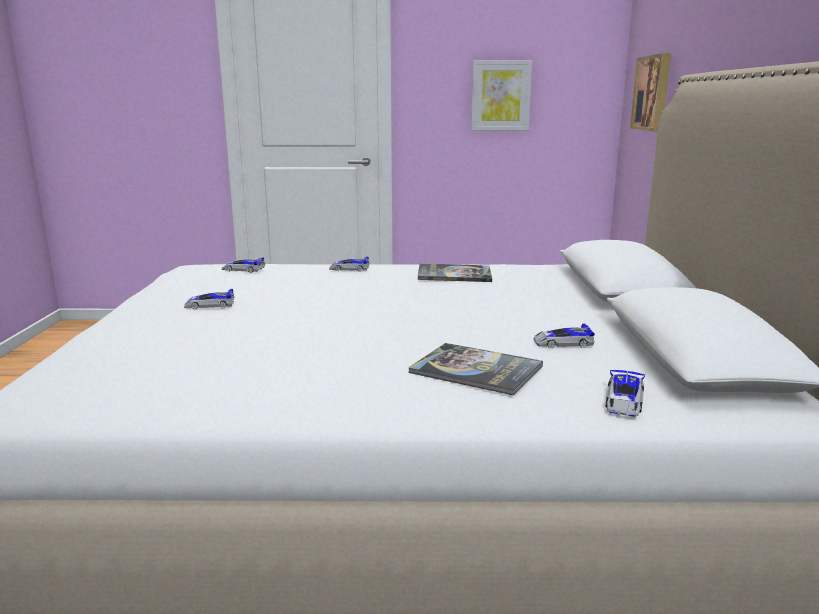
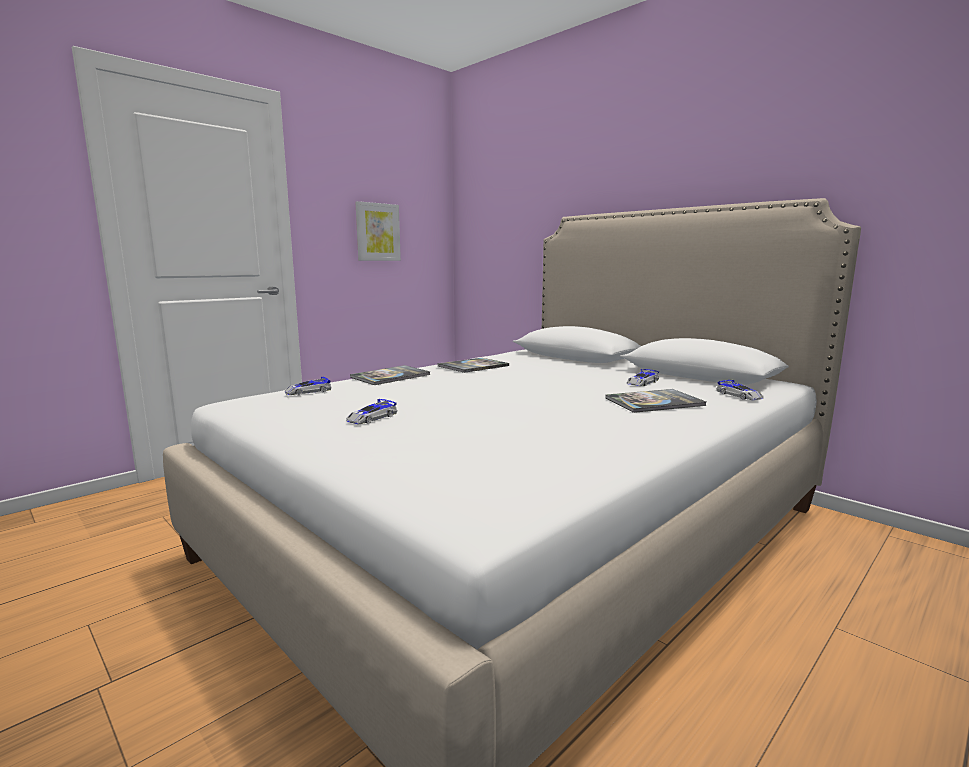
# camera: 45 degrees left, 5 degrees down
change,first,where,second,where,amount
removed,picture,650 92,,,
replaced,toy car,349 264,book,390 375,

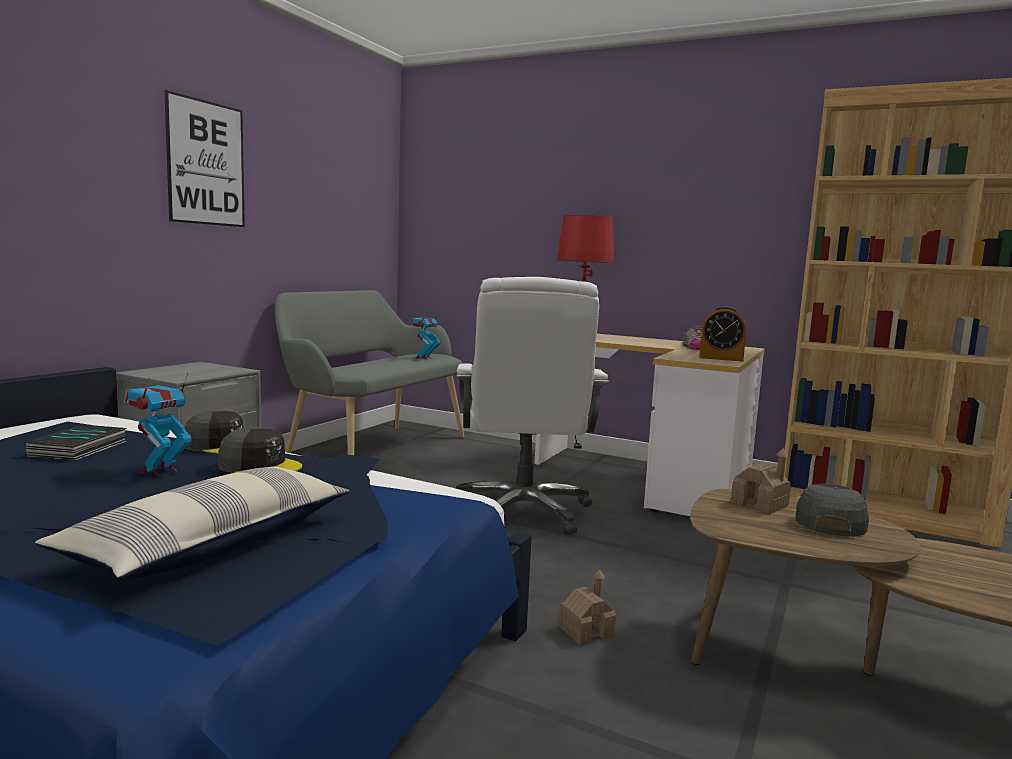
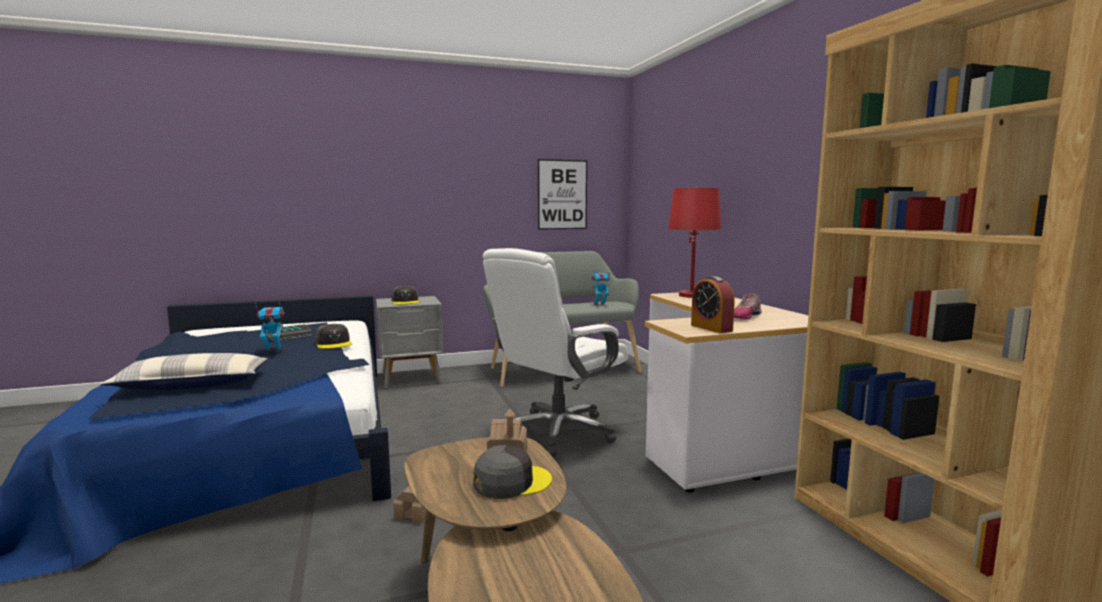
# camera: 45 degrees right, 0 degrees up
change,first,where,second,where,amount
moved,picture,204 158,,562 194,
moved,grey cap,260 450,,405 295,

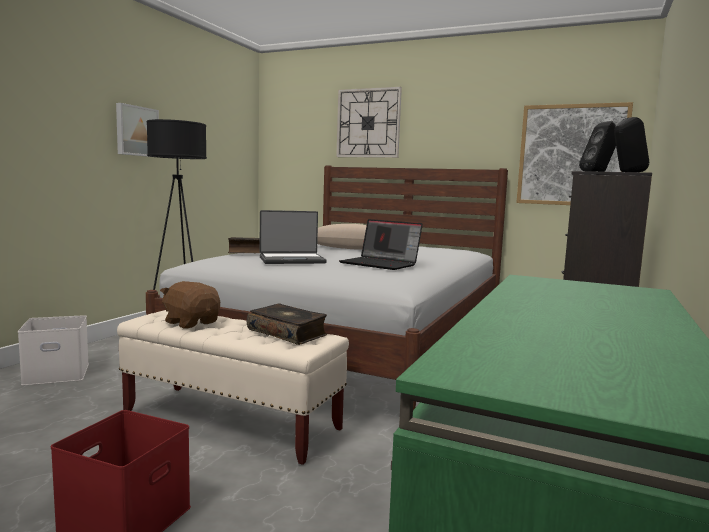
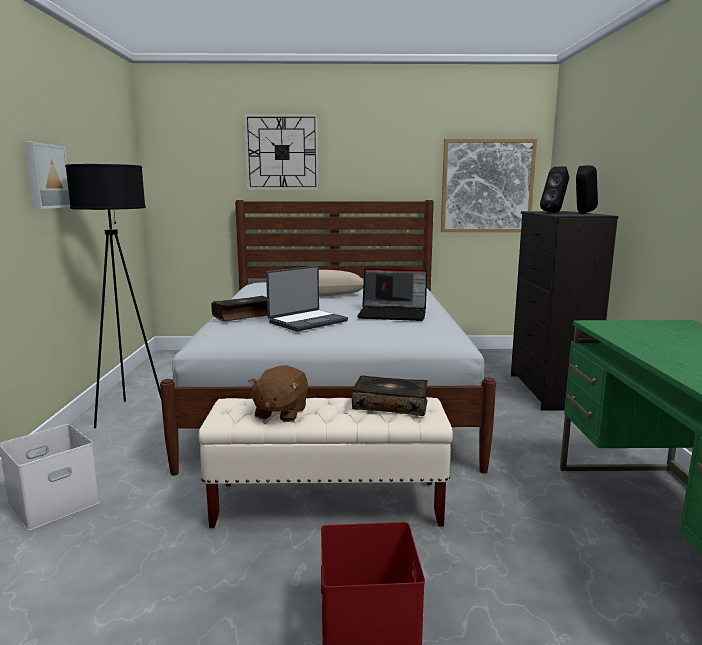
# camera: 25 degrees left, 5 degrees up
change,first,where,second,where,amount
turned,brown plush toy,190 304,,278 393,90 degrees counterclockwise

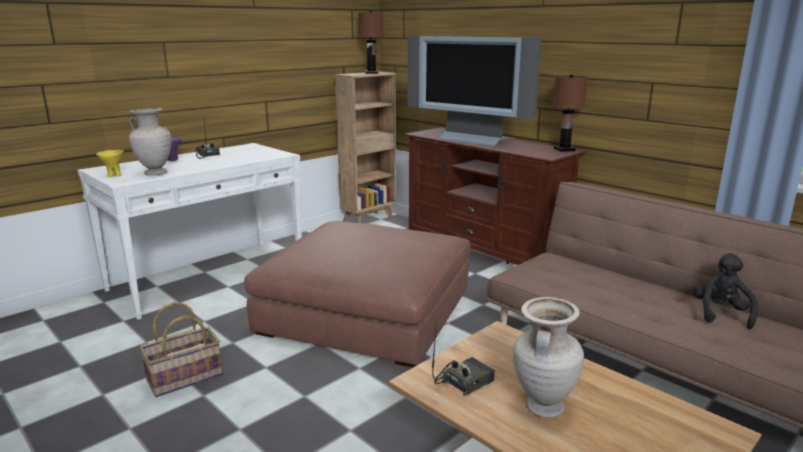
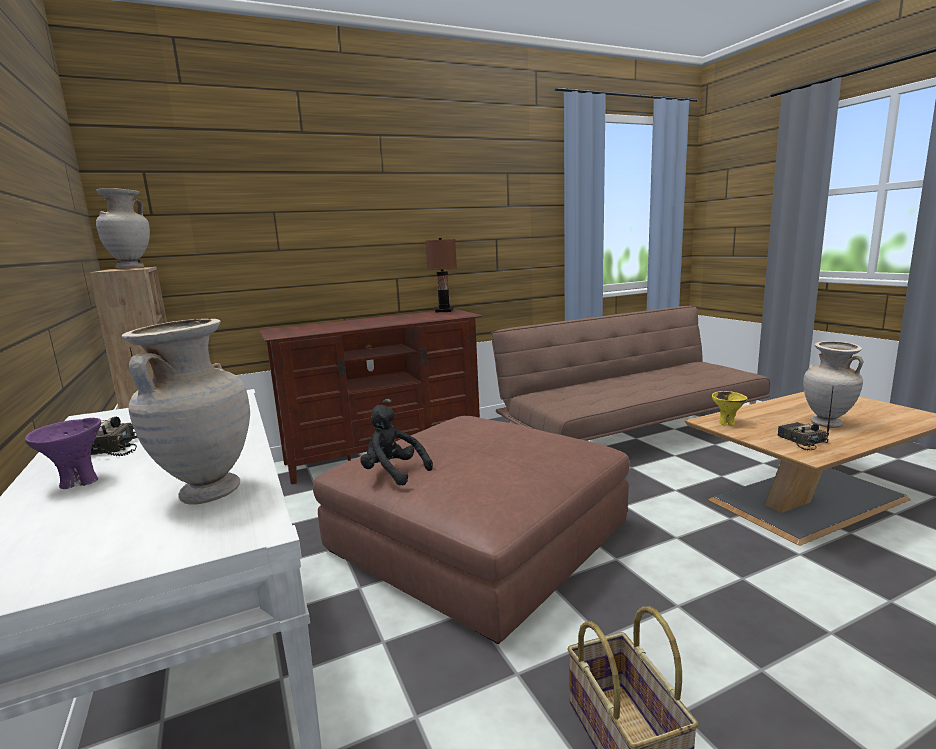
# camera: 70 degrees left, 5 degrees down
change,first,where,second,where,amount
removed,television,475 91,,,
moved,yellow bowl,110 163,,729 408,
moved,black plush toy,725 291,,396 445,
replaced,brown table lamp,370 42,beige vase,123 228,

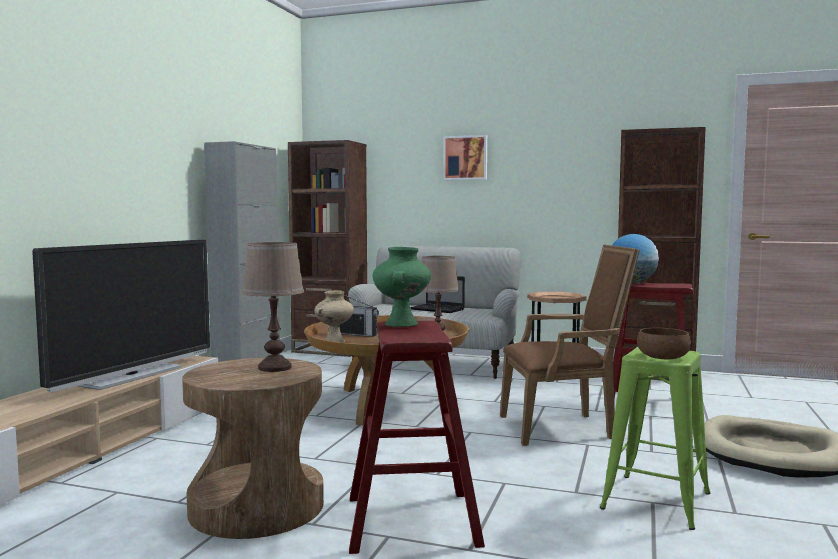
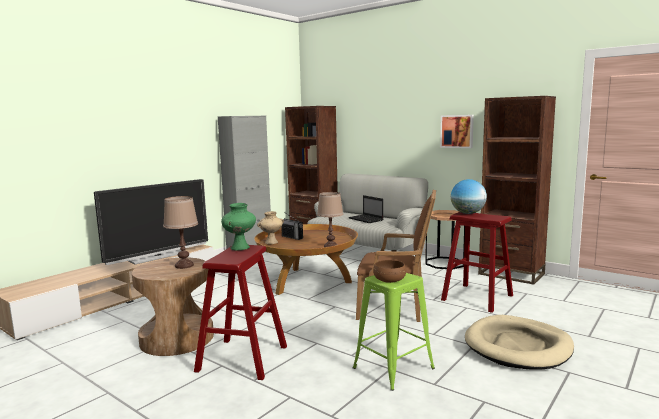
# camera: 20 degrees right, 5 degrees up
change,first,where,second,where,amount
moved,picture,465 157,,457 131,

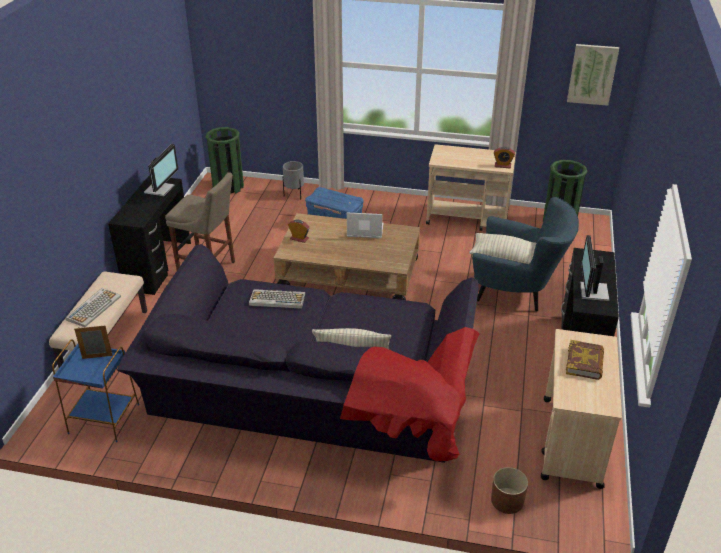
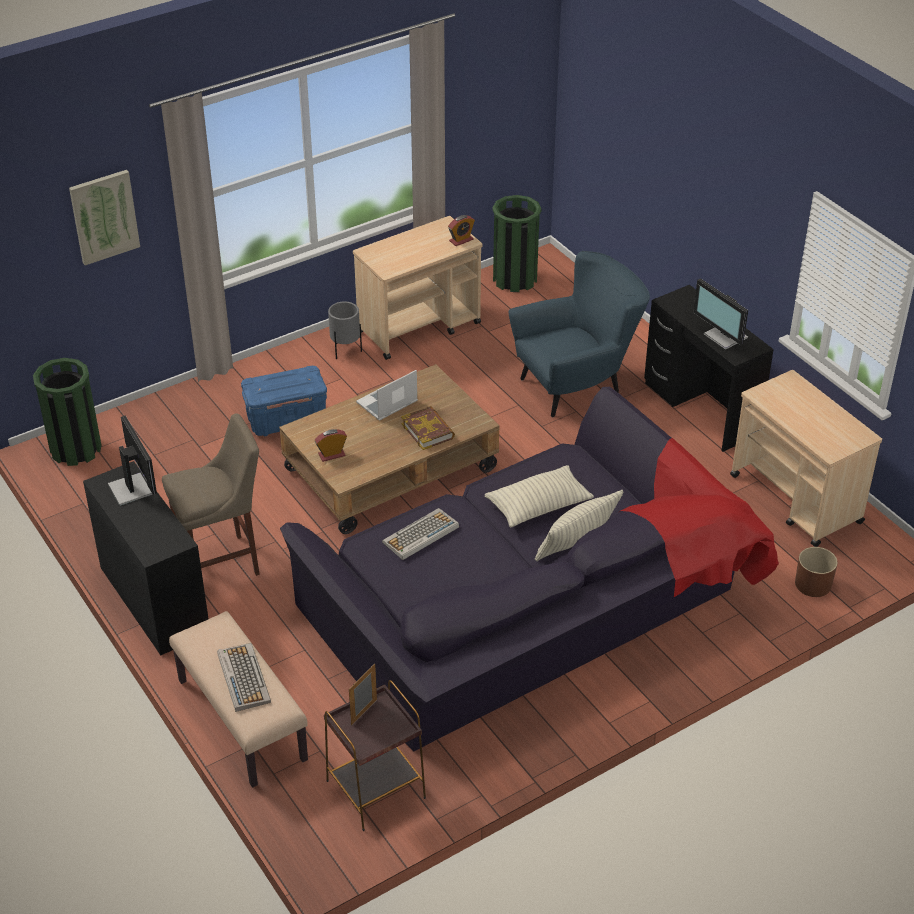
# camera: 45 degrees left, 5 degrees up
change,first,where,second,where,amount
moved,grey planter,293 180,,345 330,
moved,pillow,502 248,,539 496,
moved,book,585 360,,428 428,
moved,picture,593 75,,104 217,
recoloured,blue side table,95 391,brown side table,375 755,

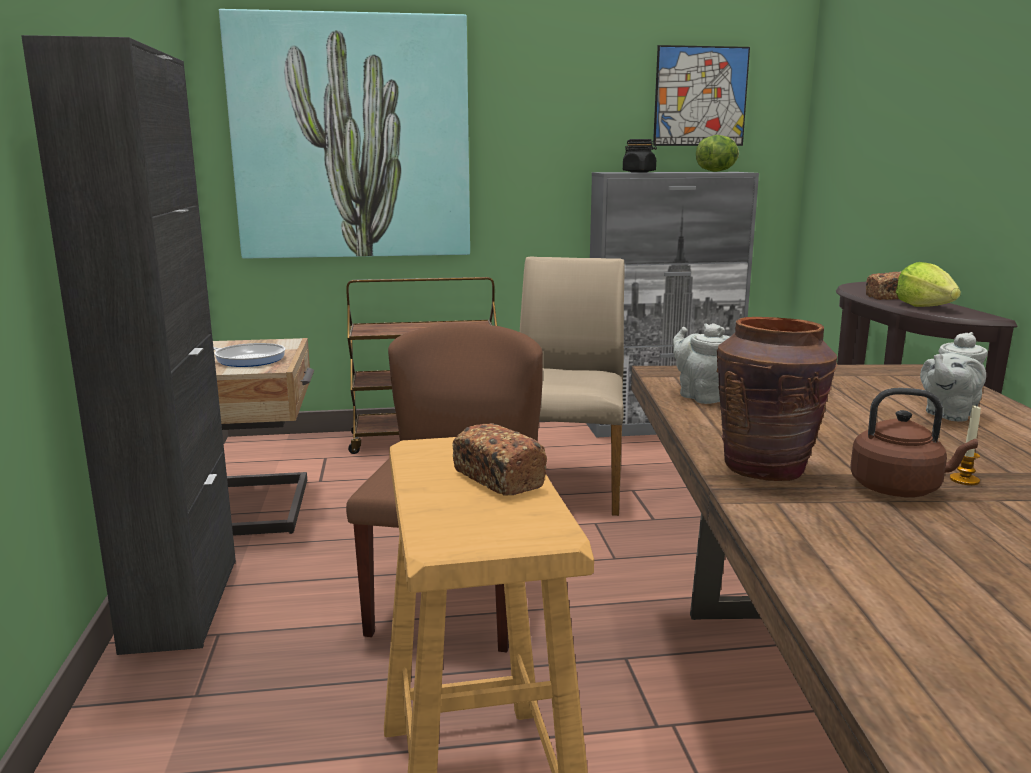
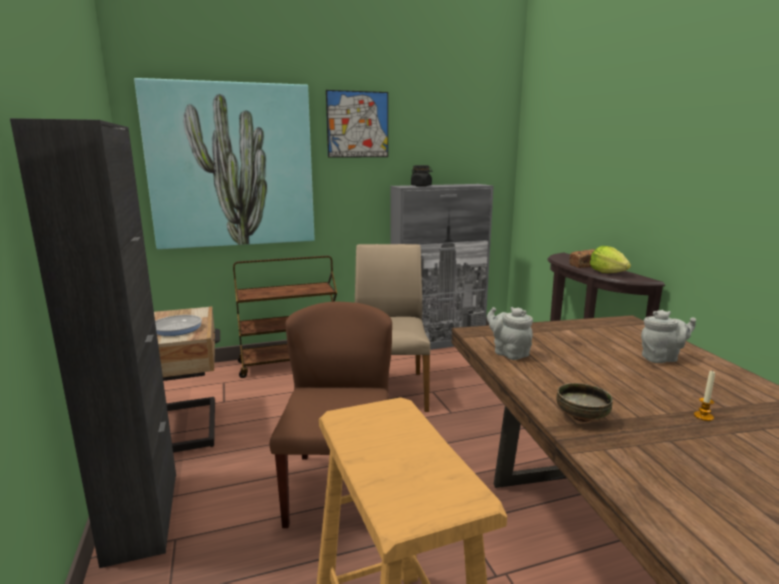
# camera: 10 degrees left, 0 degrees up
change,first,where,second,where,amount
removed,bread,500 459,,,
removed,lettuce,717 153,,,
removed,brown kettle,914 442,,,
moved,picture,701 95,,357 124,
replaced,brown vase,777 399,bowl,584 402,
turned,grey teapot,954 377,,668 336,135 degrees counterclockwise

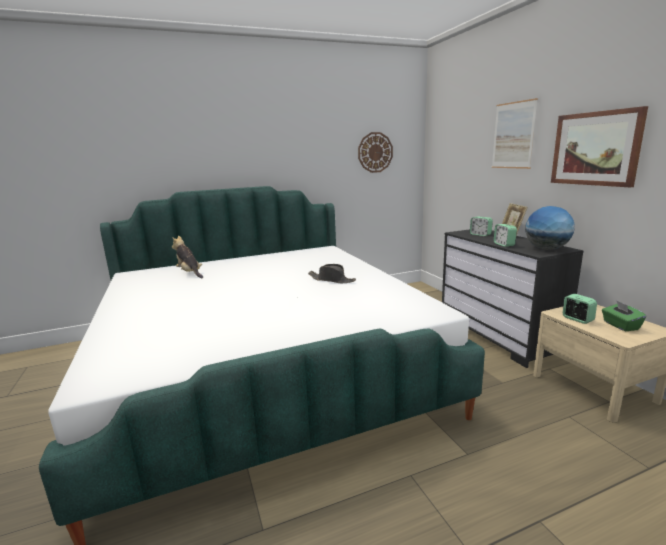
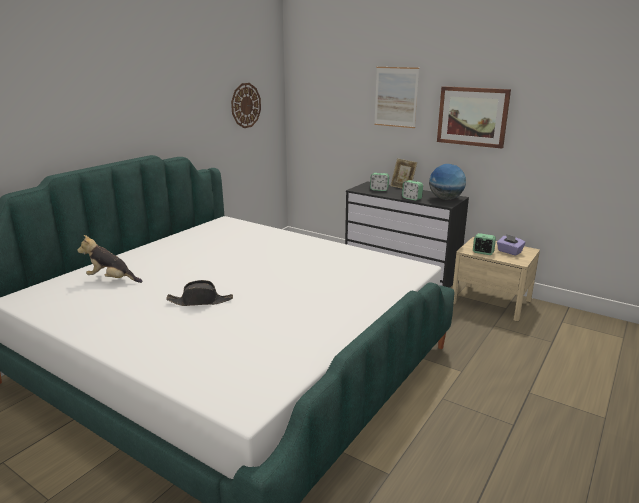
# camera: 35 degrees left, 5 degrees up
change,first,where,second,where,amount
moved,black hat,332 273,,199 293,
recoloured,green tissue box,624 316,purple tissue box,511 245,

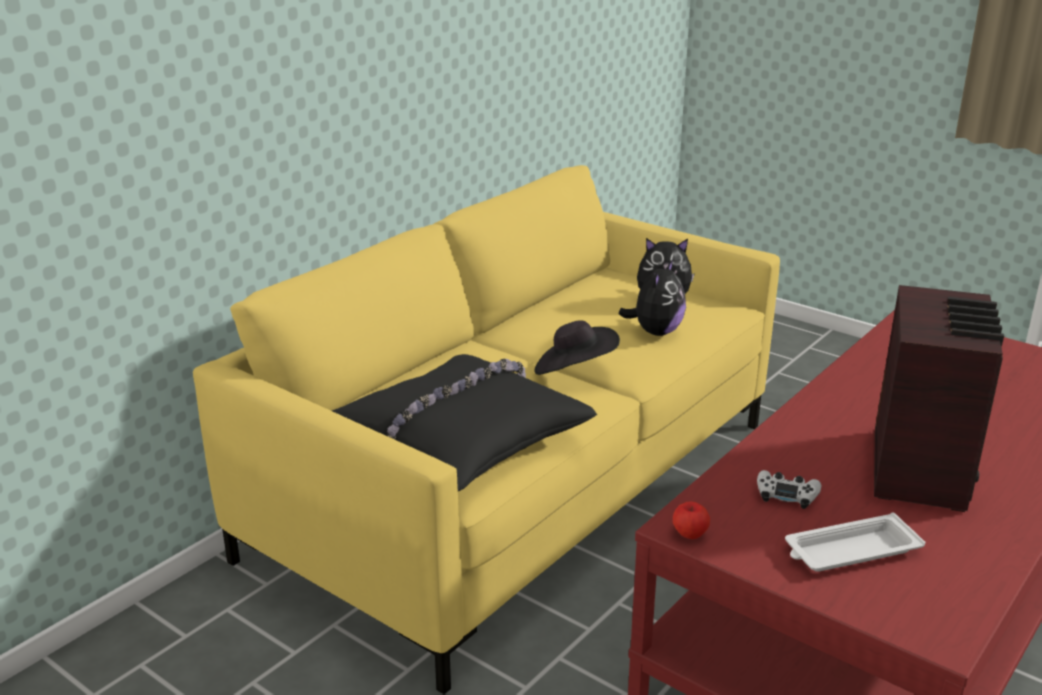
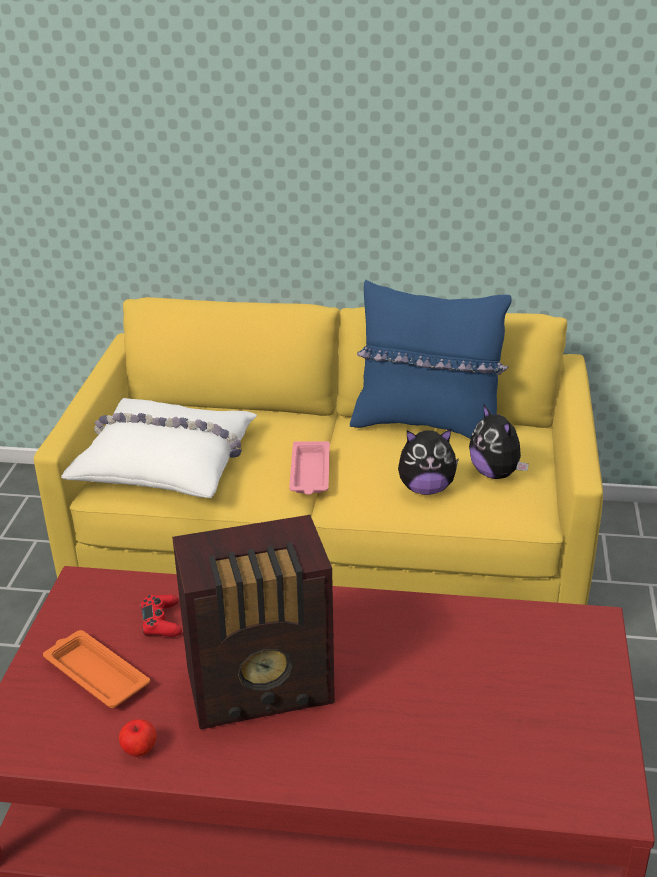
# camera: 60 degrees right, 5 degrees up
change,first,where,second,where,amount
added,,,blue pillow,430 359,
moved,apple,691 520,,137 738,
replaced,black hat,577 347,pink tray,309 468,
recoloured,black pillow,464 422,white pillow,159 448,
recoloured,white game controller,789 489,red game controller,161 616,
recoloured,white tray,855 542,orange tray,96 669,

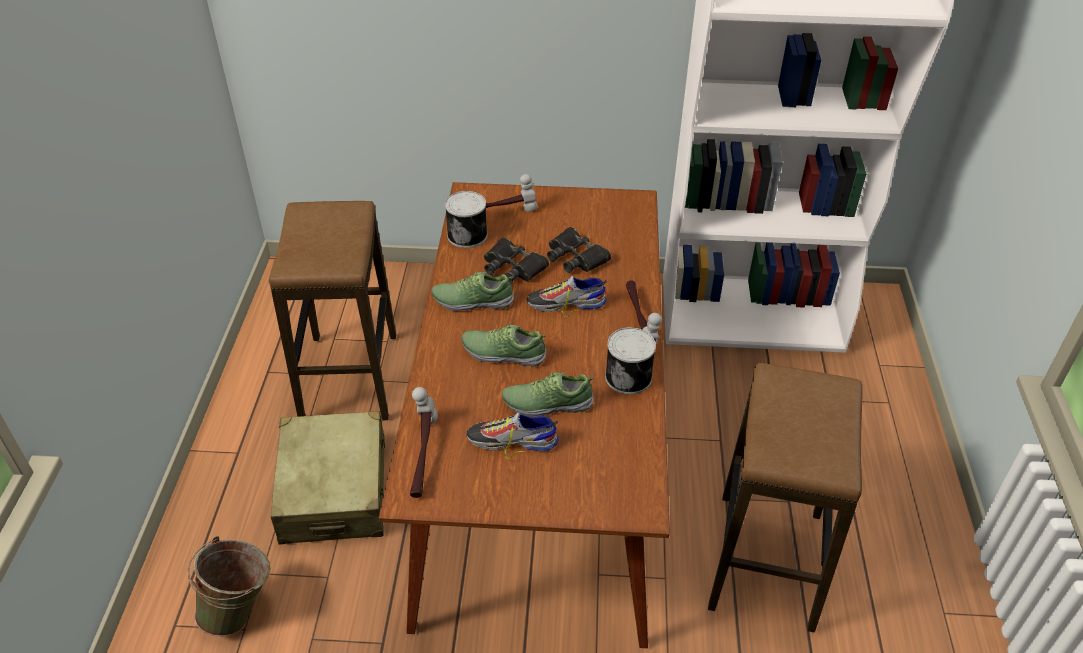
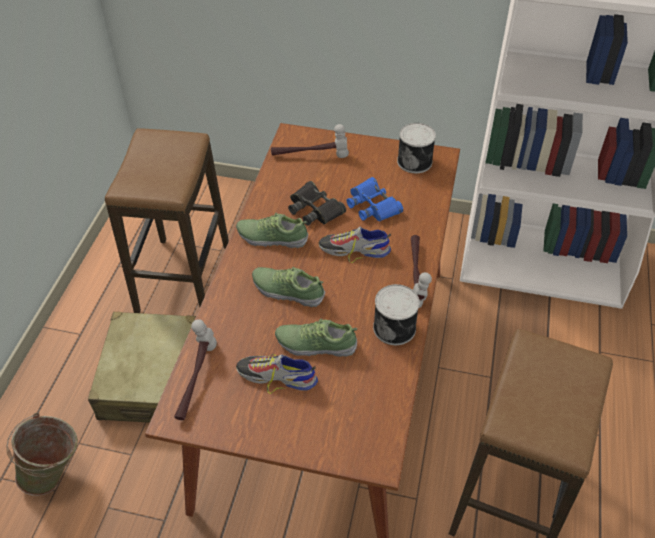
# camera: 10 degrees right, 5 degrees up
change,first,where,second,where,amount
moved,can,466 219,,416 148,
recoloured,black binoculars,579 250,blue binoculars,375 199,

